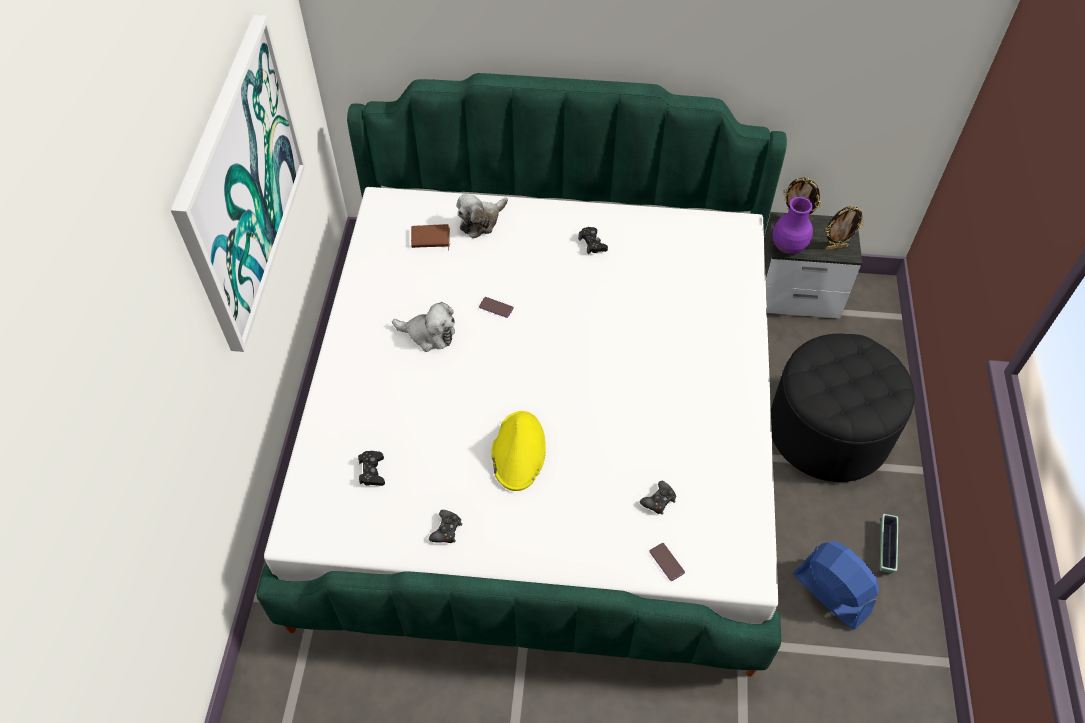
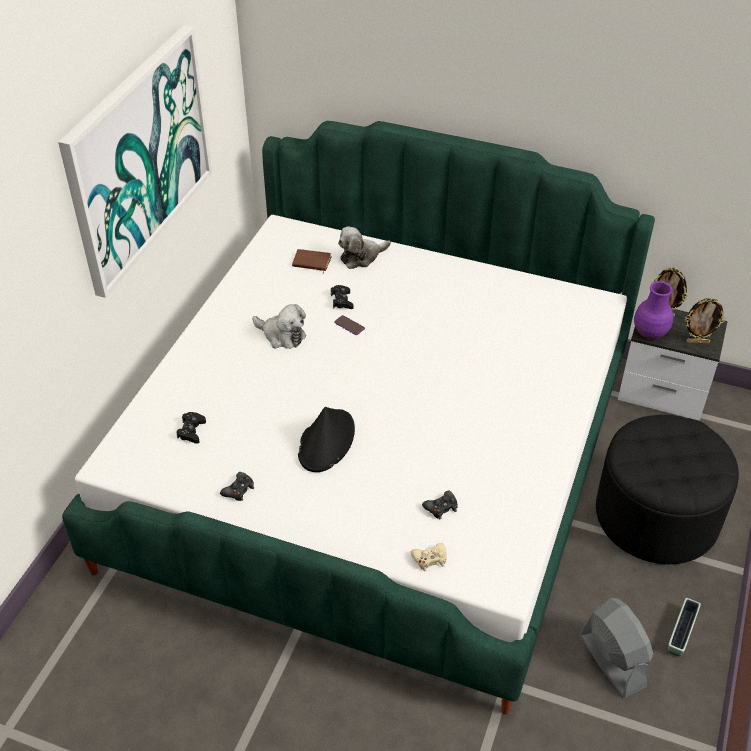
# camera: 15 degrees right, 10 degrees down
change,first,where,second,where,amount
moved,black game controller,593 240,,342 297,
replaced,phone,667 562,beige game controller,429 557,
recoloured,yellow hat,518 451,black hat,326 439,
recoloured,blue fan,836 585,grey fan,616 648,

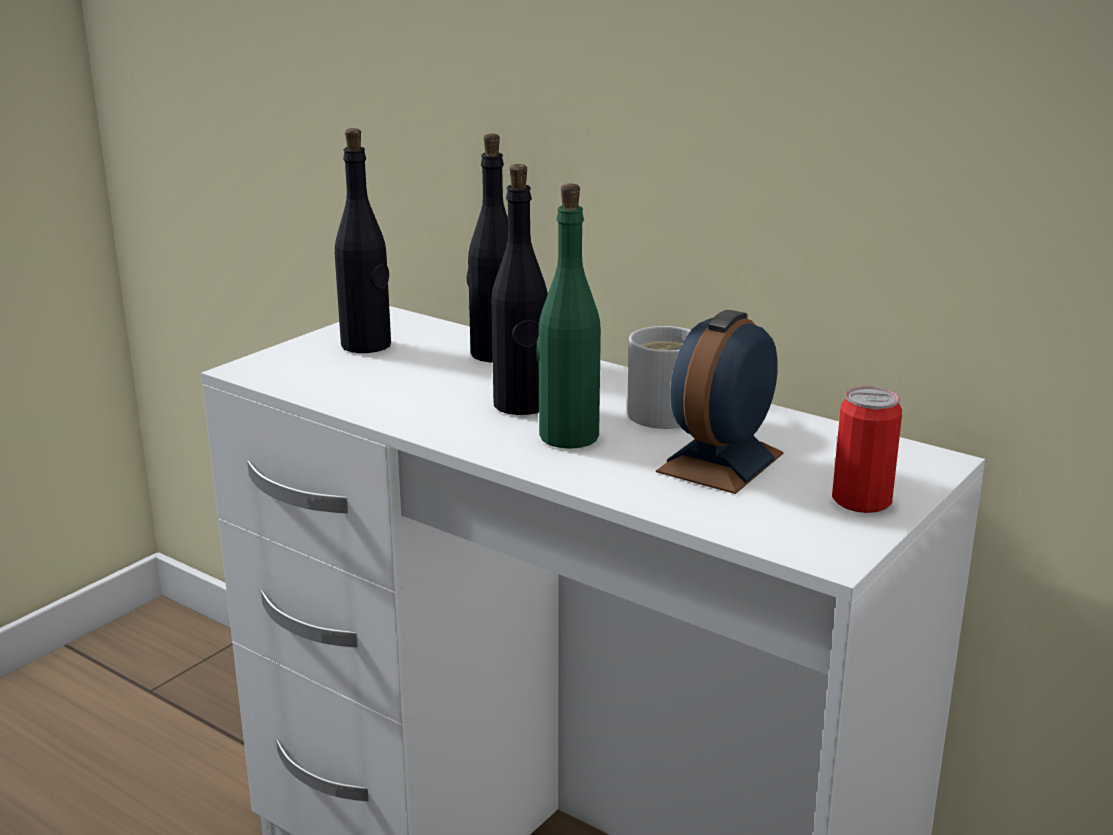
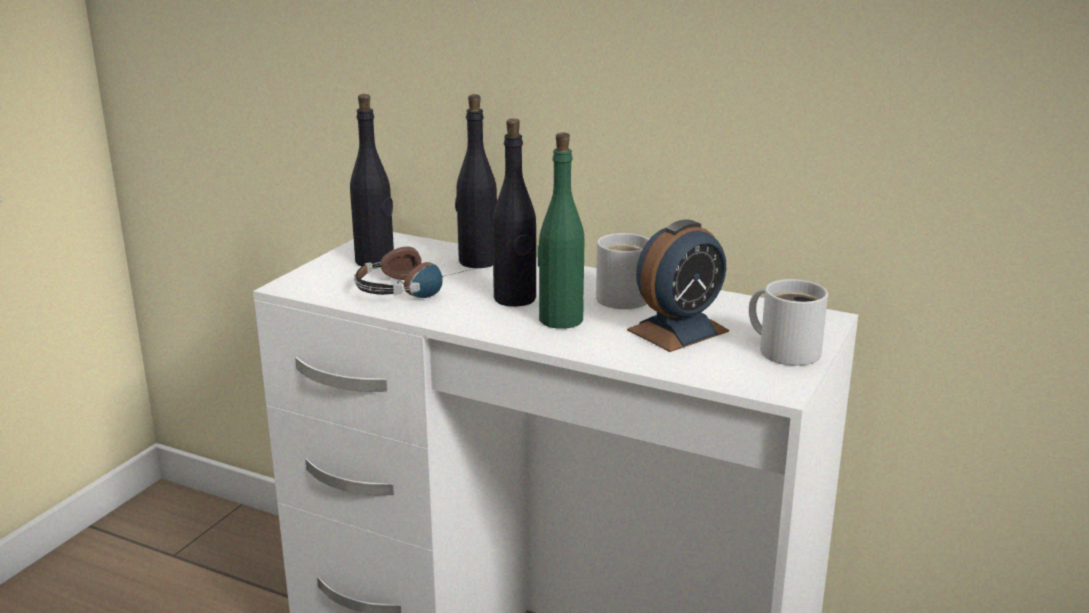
# camera: 10 degrees left, 0 degrees up
change,first,where,second,where,amount
added,,,headphones,413 272,
replaced,can,867 449,white mug,788 322,
turned,alarm clock,719 402,,678 286,150 degrees counterclockwise

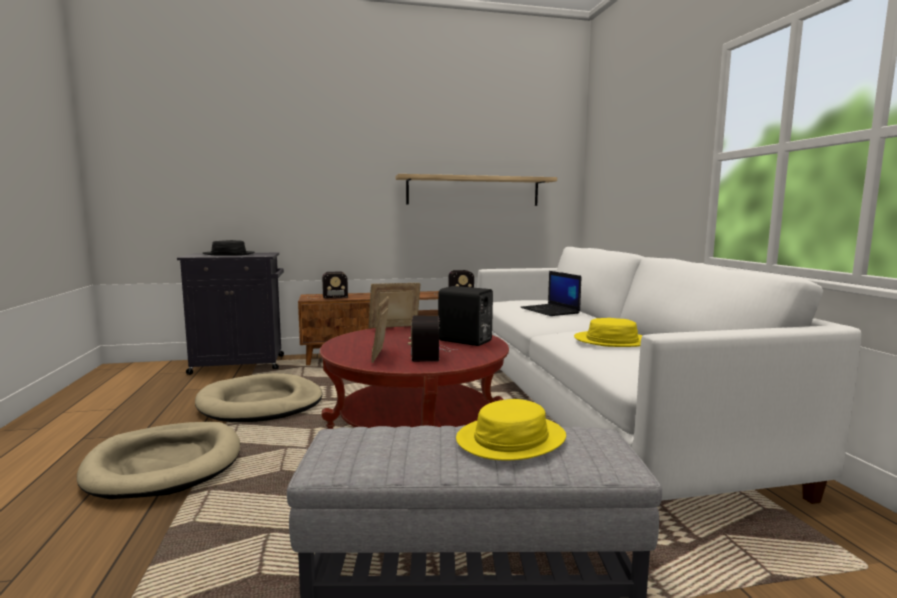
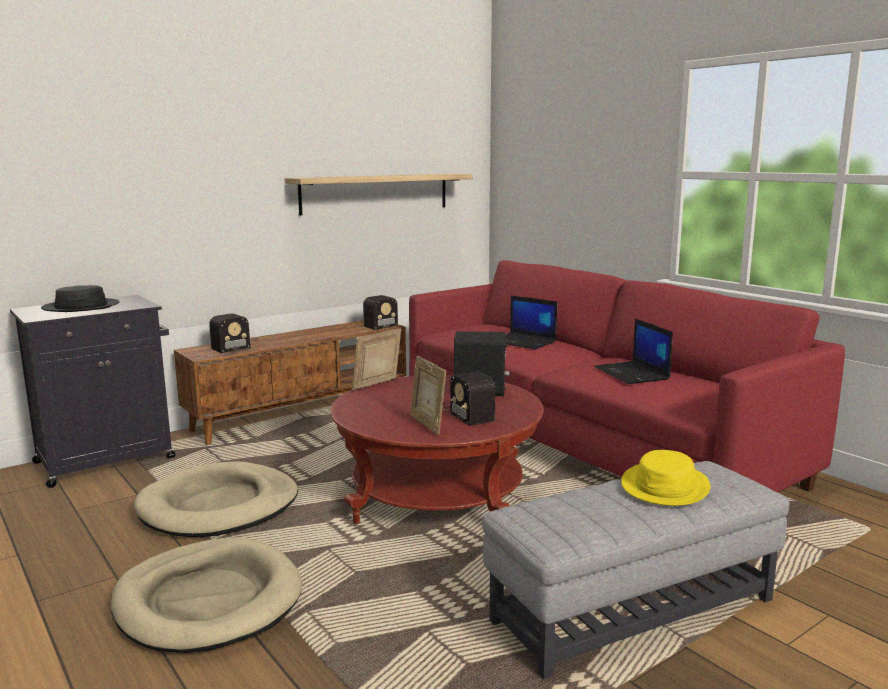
# camera: 25 degrees left, 5 degrees up
change,first,where,second,where,amount
replaced,yellow hat,608 332,laptop,633 351,
recoloured,white sofa,669 375,red sofa,627 376,

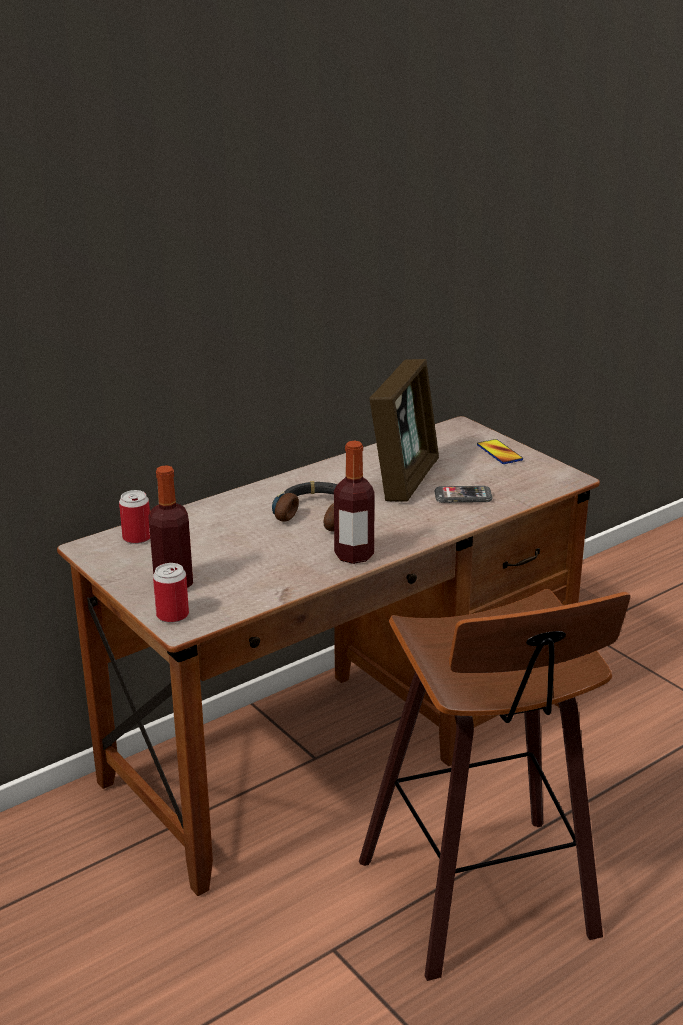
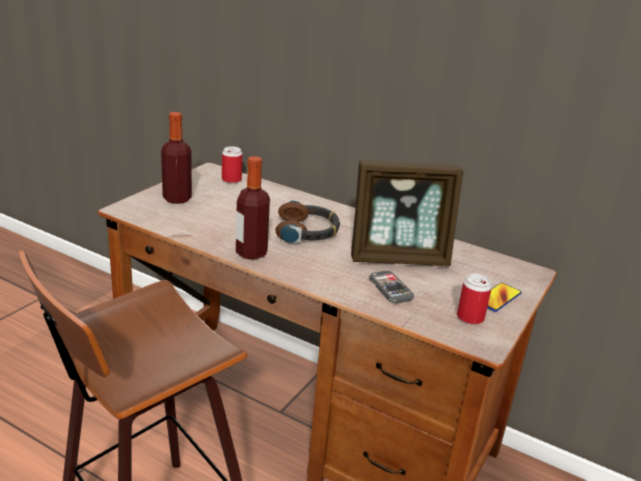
# camera: 65 degrees right, 0 degrees up
change,first,where,second,where,amount
moved,can,171 593,,474 299,

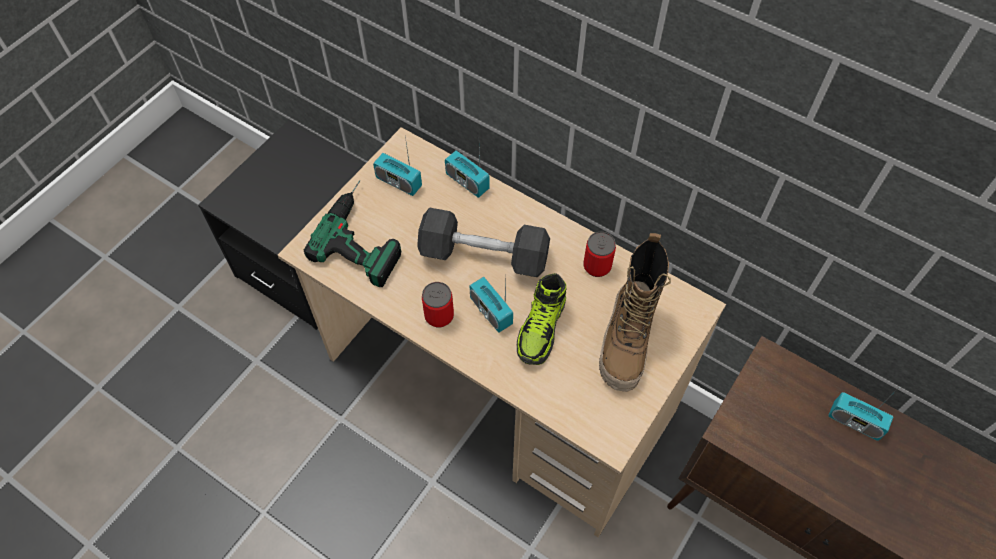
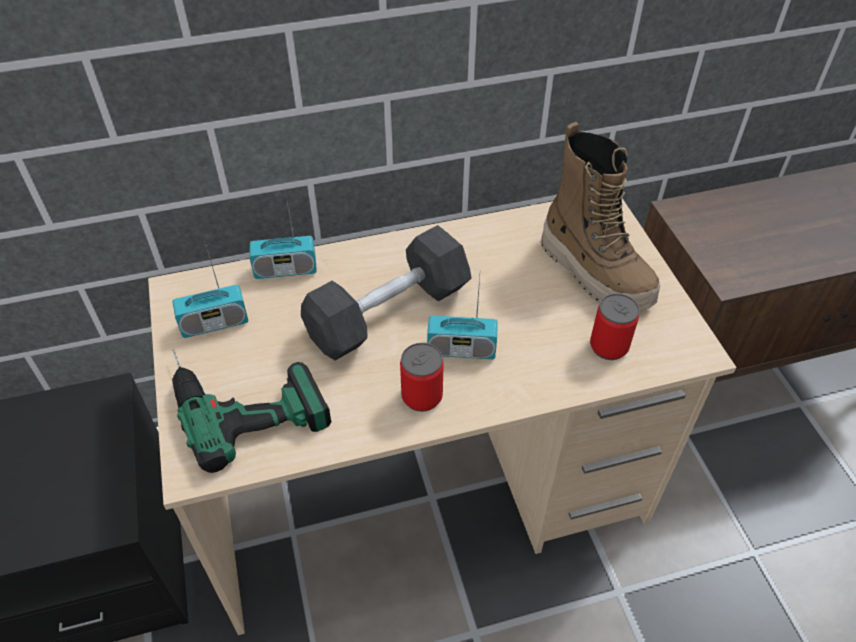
# camera: 50 degrees left, 10 degrees down
change,first,where,second,where,amount
removed,shoe,542 319,,,
removed,radio,860 416,,,
moved,can,599 254,,614 327,

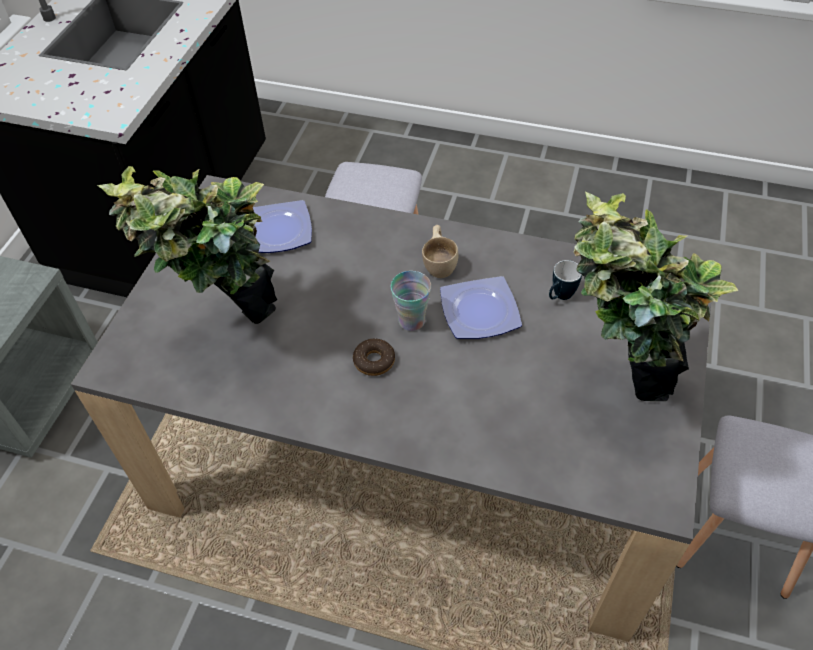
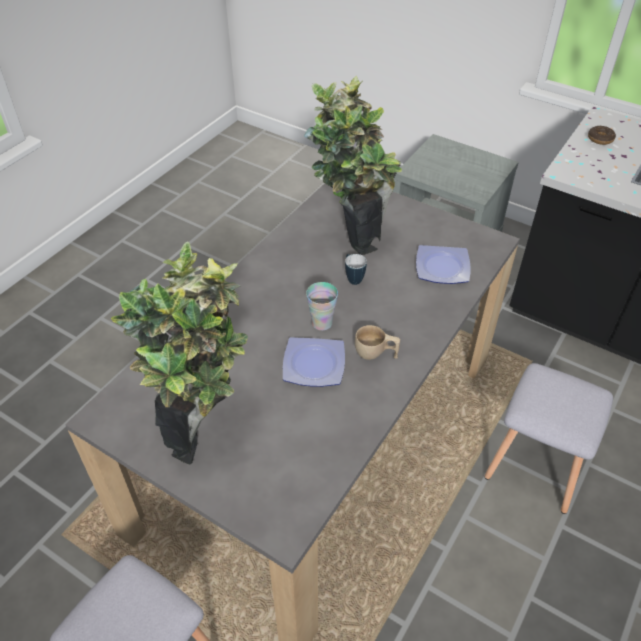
# camera: 105 degrees right, 5 degrees down
change,first,where,second,where,amount
moved,donut,374 357,,602 135,
moved,mug,565 280,,356 269,

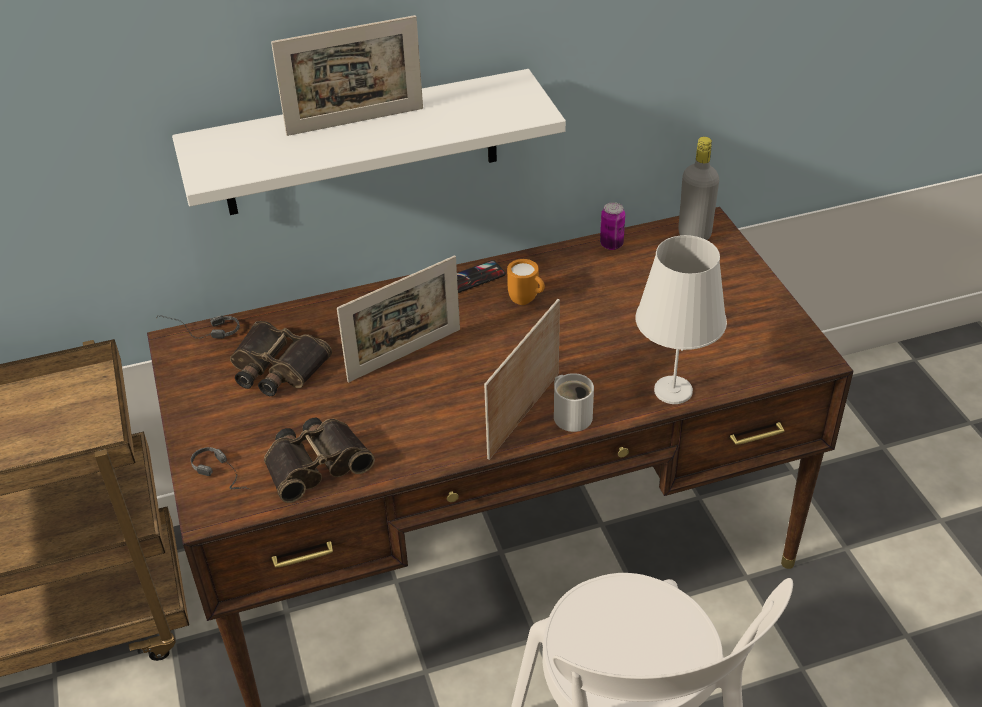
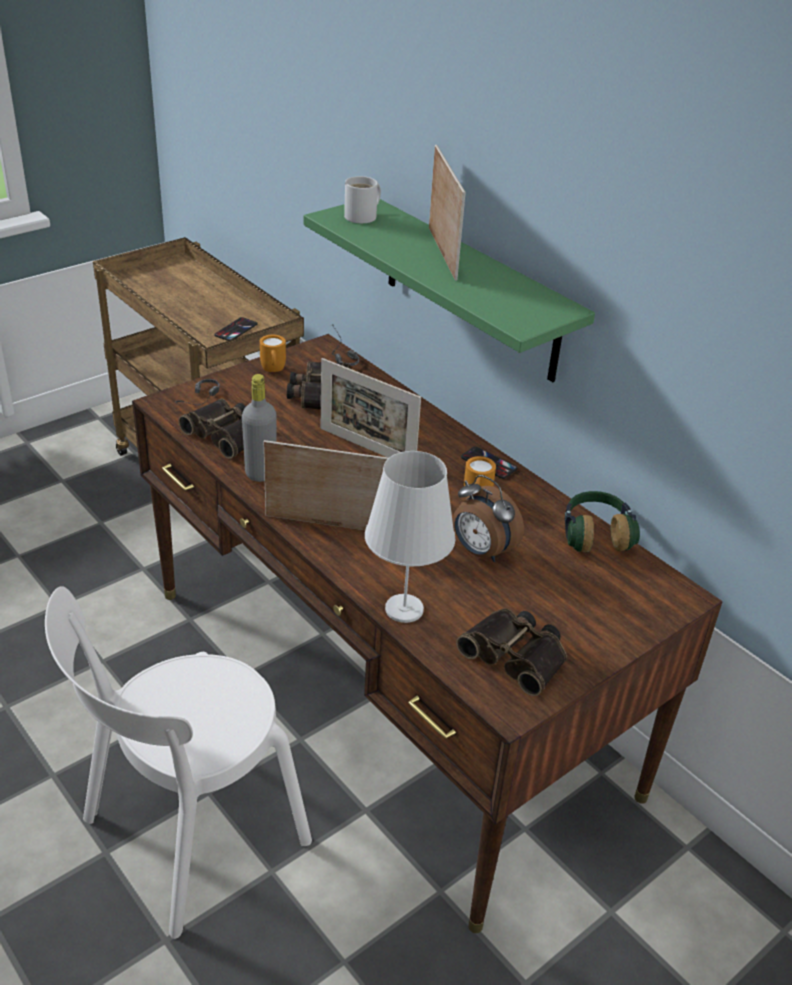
# camera: 65 degrees right, 5 degrees down
change,first,where,second,where,amount
added,,,phone,235 329,
added,,,orange mug,273 353,
added,,,alarm clock,488 518,
added,,,binoculars,511 652,
moved,white mug,574 402,,362 199,
moved,grey bottle,698 188,,259 428,
replaced,can,612 226,headphones,602 521,
recoloured,white shelf,369 142,green shelf,449 290,
turned,picture frame,347 75,,447 213,150 degrees counterclockwise

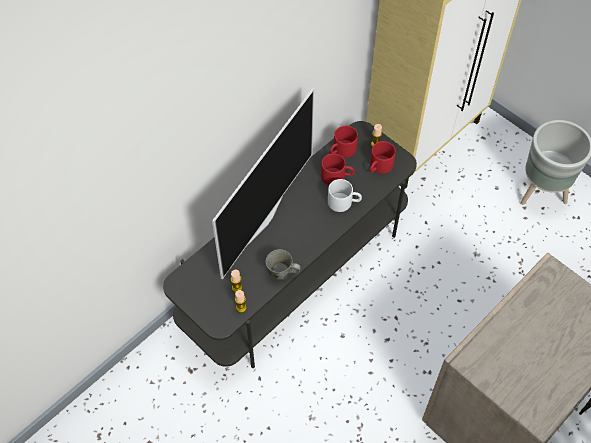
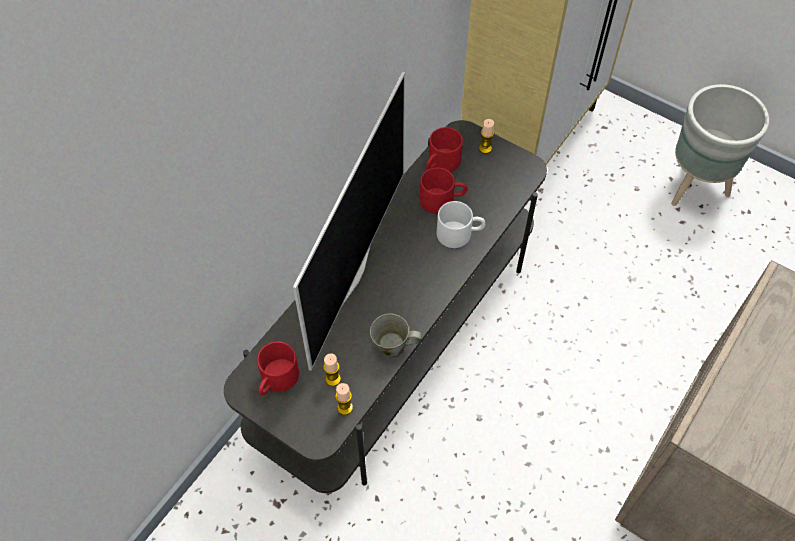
# camera: 10 degrees left, 0 degrees up
change,first,where,second,where,amount
moved,red mug,383 157,,278 368,

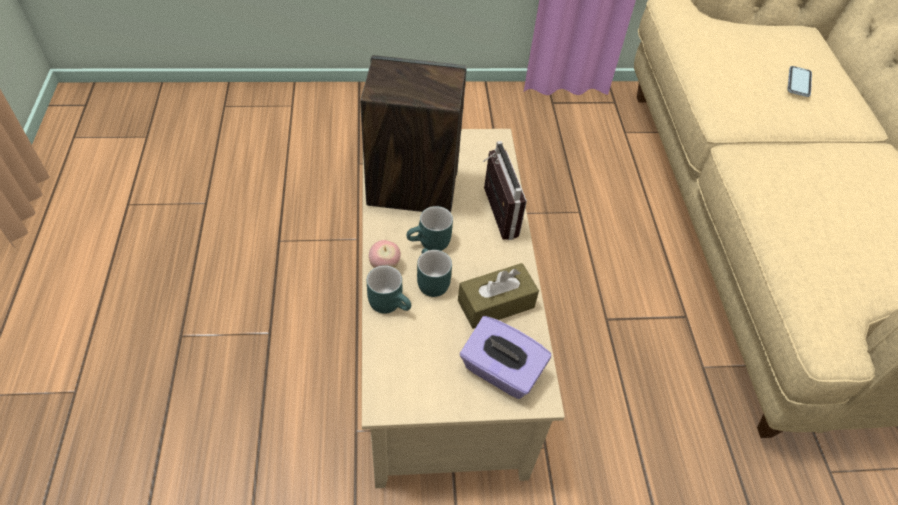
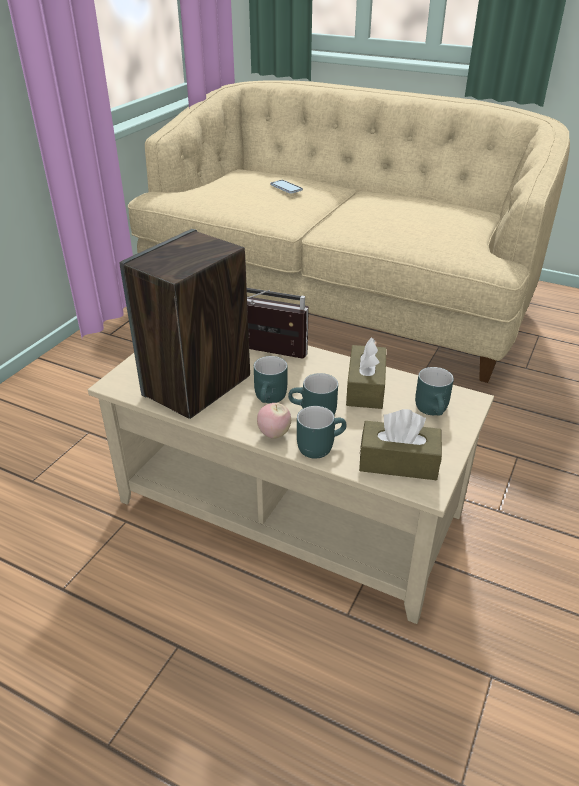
# camera: 55 degrees left, 15 degrees down
change,first,where,second,where,amount
added,,,brown tissue box,400 444,
replaced,purple tissue box,505 357,turquoise mug,434 391,

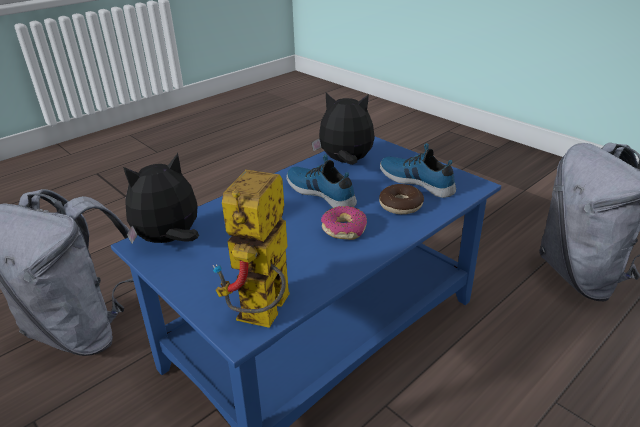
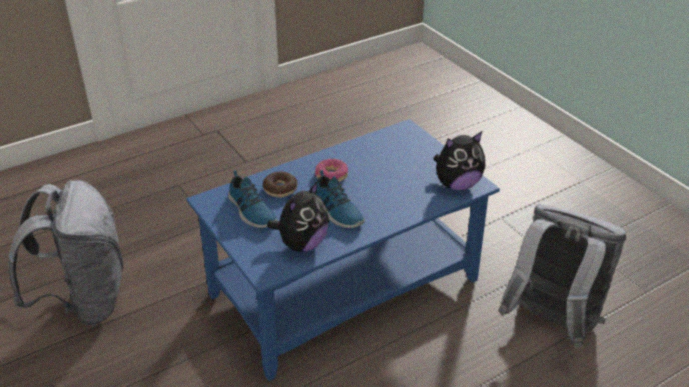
# camera: 170 degrees left, 5 degrees up
change,first,where,second,where,amount
removed,toy robot,251 249,,,
turned,plush toy,343 129,,298 217,75 degrees counterclockwise

